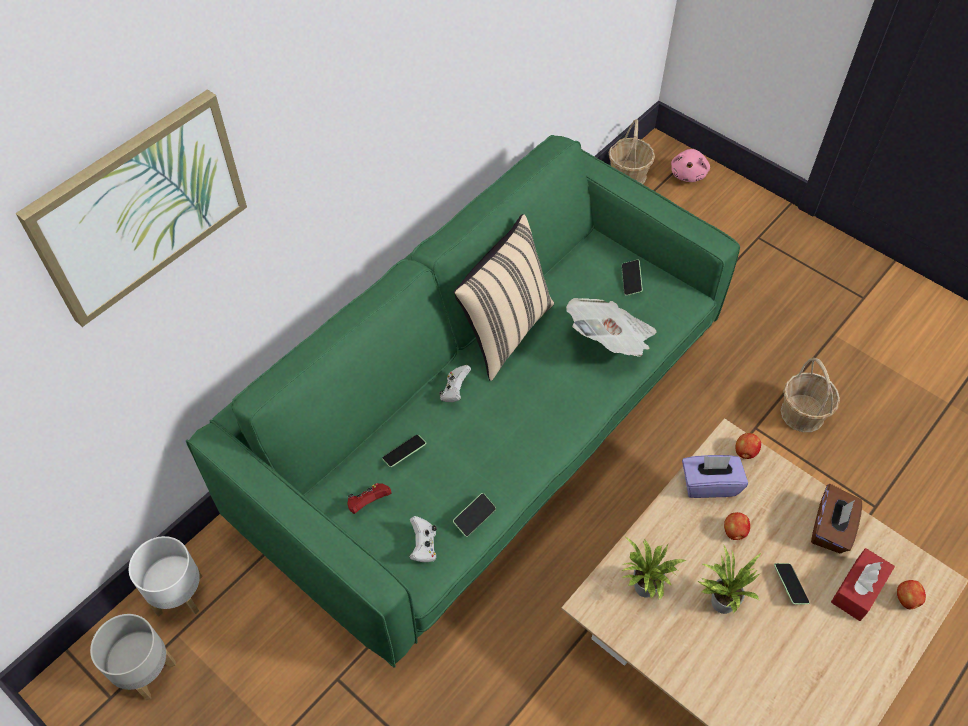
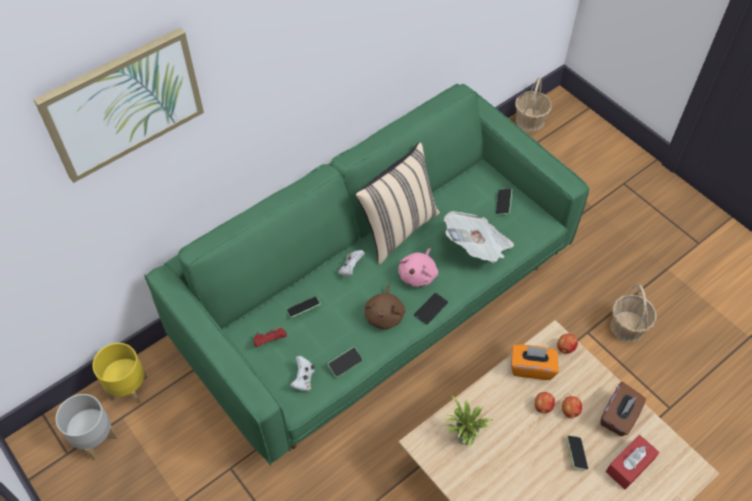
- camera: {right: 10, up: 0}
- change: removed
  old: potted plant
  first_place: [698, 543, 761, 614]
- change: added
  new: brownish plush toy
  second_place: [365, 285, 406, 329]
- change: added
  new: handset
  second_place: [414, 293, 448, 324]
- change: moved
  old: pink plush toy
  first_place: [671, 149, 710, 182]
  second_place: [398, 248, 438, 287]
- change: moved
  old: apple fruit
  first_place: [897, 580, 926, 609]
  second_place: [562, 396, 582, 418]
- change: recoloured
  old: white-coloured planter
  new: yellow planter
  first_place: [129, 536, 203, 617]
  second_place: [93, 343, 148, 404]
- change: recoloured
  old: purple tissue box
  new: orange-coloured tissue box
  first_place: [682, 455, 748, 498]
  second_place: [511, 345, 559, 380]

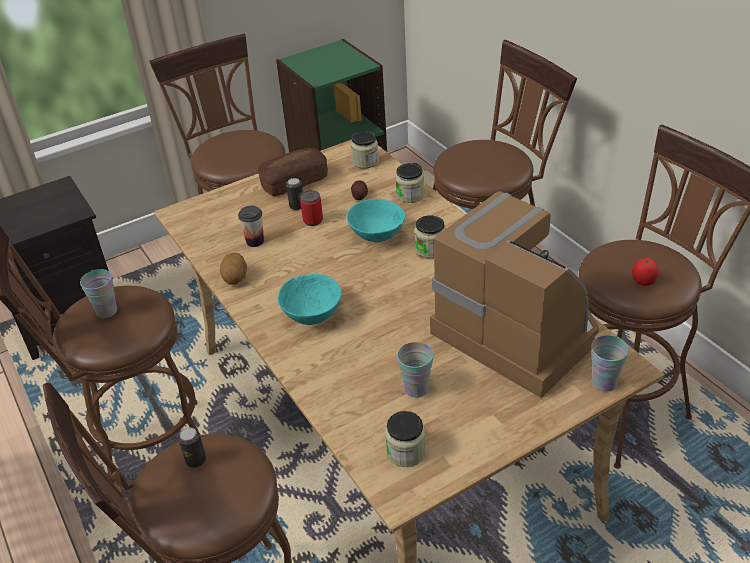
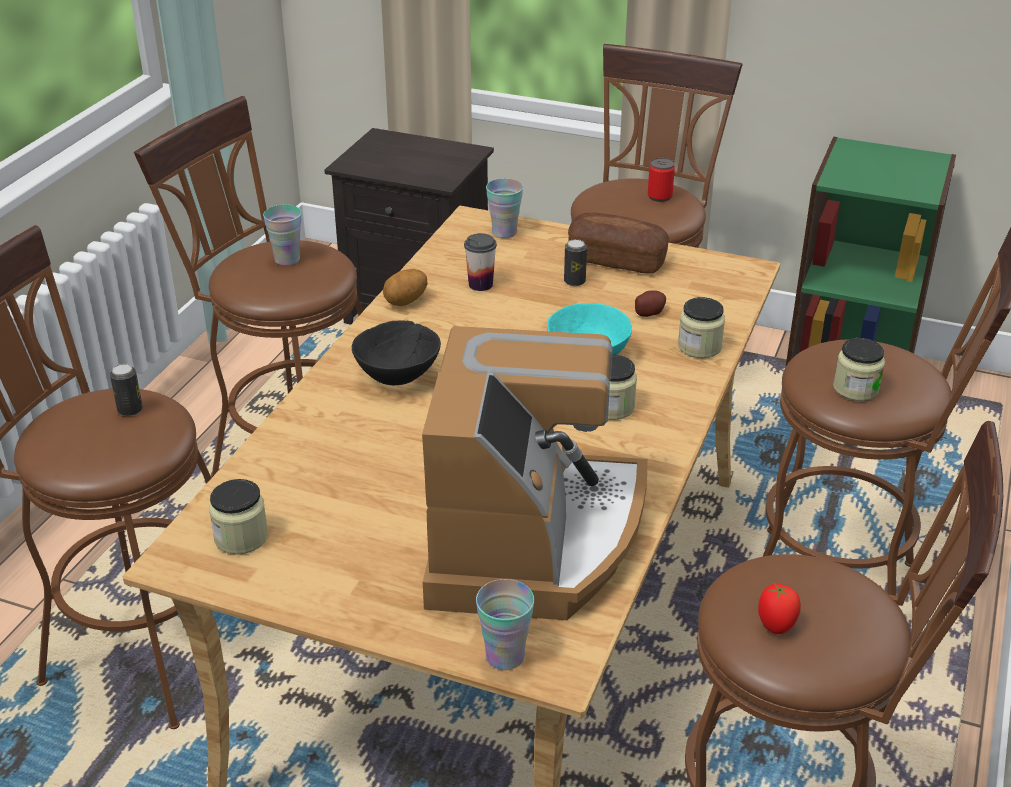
- camera: {right: 50, up: -5}
- change: moved
  old: can
  first_place: [300, 190, 323, 226]
  second_place: [648, 158, 675, 202]
- change: moved
  old: jar
  first_place: [351, 131, 379, 168]
  second_place: [833, 338, 885, 401]
- change: moved
  old: cup
  first_place: [397, 342, 433, 398]
  second_place: [486, 178, 523, 238]
- change: recoloured
  old: blue-green bowl
  new: blackish bowl
  first_place: [278, 274, 342, 325]
  second_place: [352, 321, 441, 385]

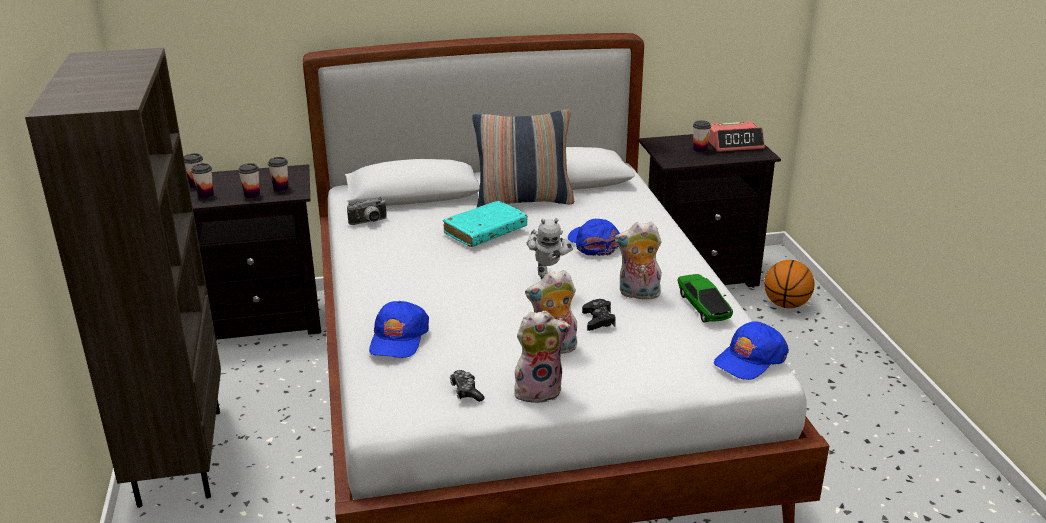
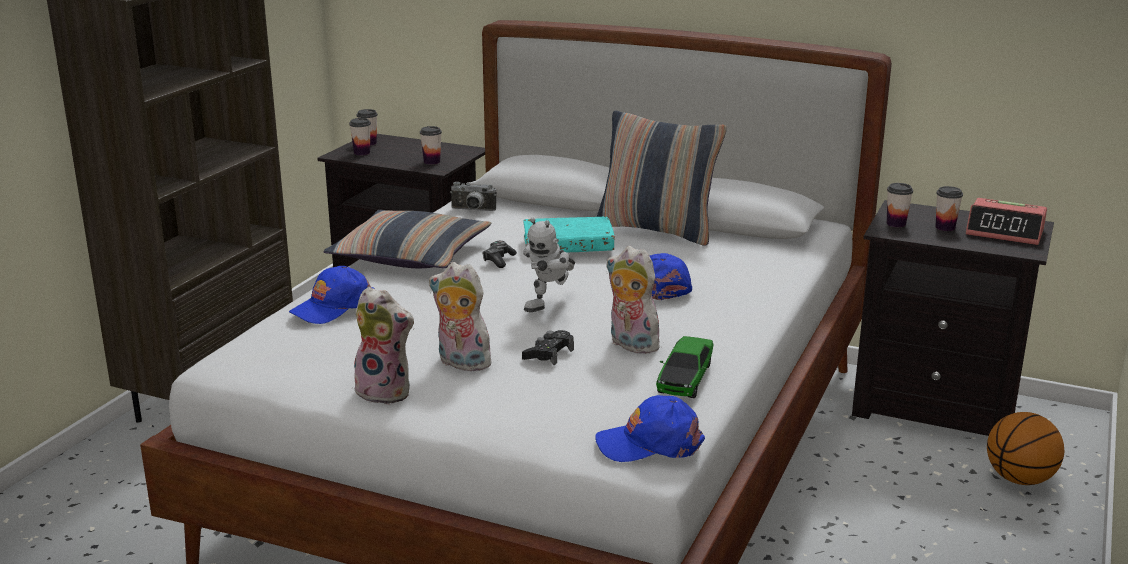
- camera: {right: 35, up: -5}
- change: added
  new: throw pillow
  second_place: [324, 210, 491, 268]
- change: moved
  old: cup
  first_place: [238, 163, 260, 199]
  second_place: [887, 183, 913, 227]
- change: moved
  old: joypad
  first_place: [450, 370, 485, 402]
  second_place: [482, 241, 517, 268]

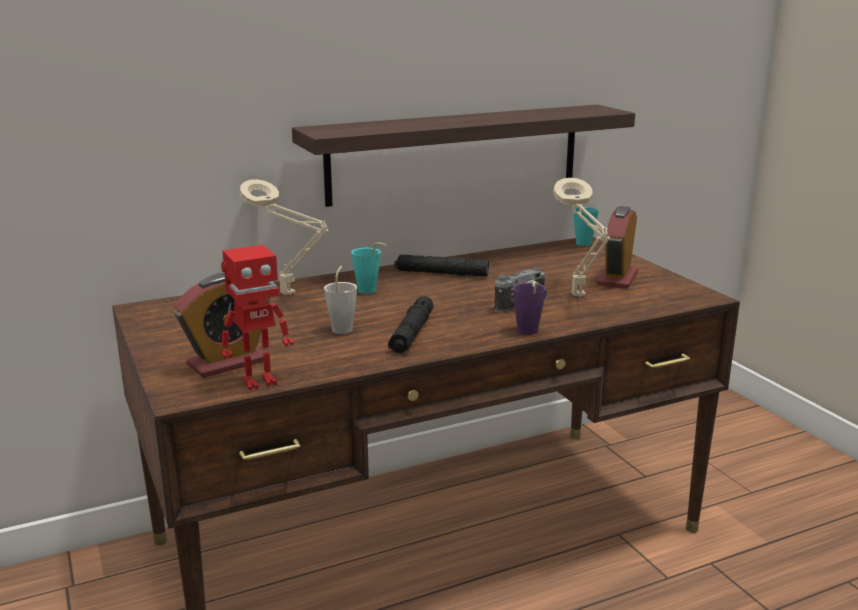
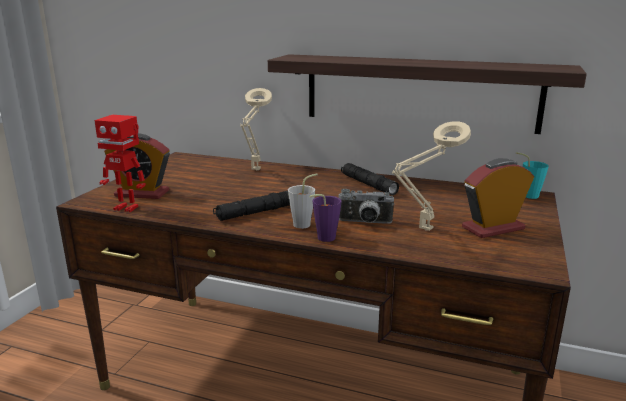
- camera: {right: 45, up: 0}
- change: removed
  old: blue-green cup
  first_place: [351, 242, 387, 294]
- change: moved
  old: gray cup
  first_place: [324, 266, 357, 334]
  second_place: [288, 173, 318, 229]

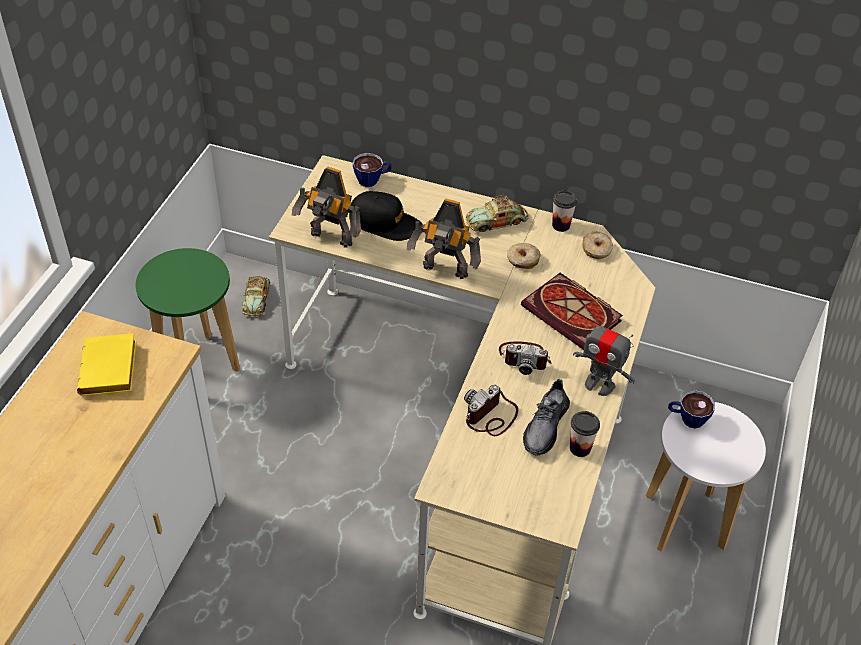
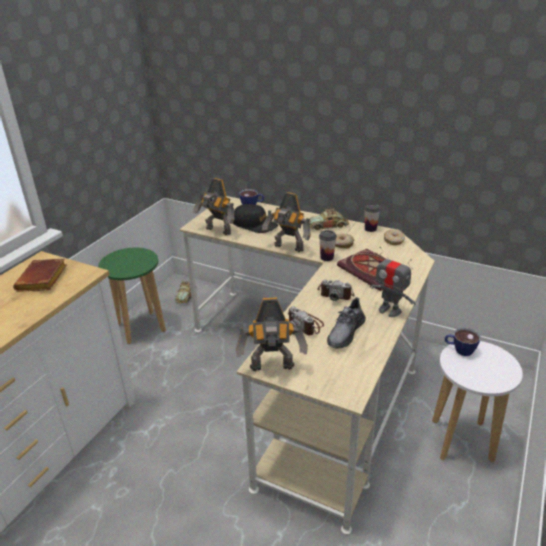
- camera: {right: 10, up: -15}
- change: added
  new: toy robot
  second_place: [236, 298, 308, 371]
- change: moved
  old: cup
  first_place: [570, 411, 600, 457]
  second_place: [319, 230, 337, 261]
- change: recoloured
  old: yellow book
  new: brownish book
  first_place: [77, 333, 136, 396]
  second_place: [13, 258, 67, 292]
- change: turned
  old: still camera
  first_place: [464, 385, 518, 436]
  second_place: [288, 306, 324, 335]
  degrees: -90

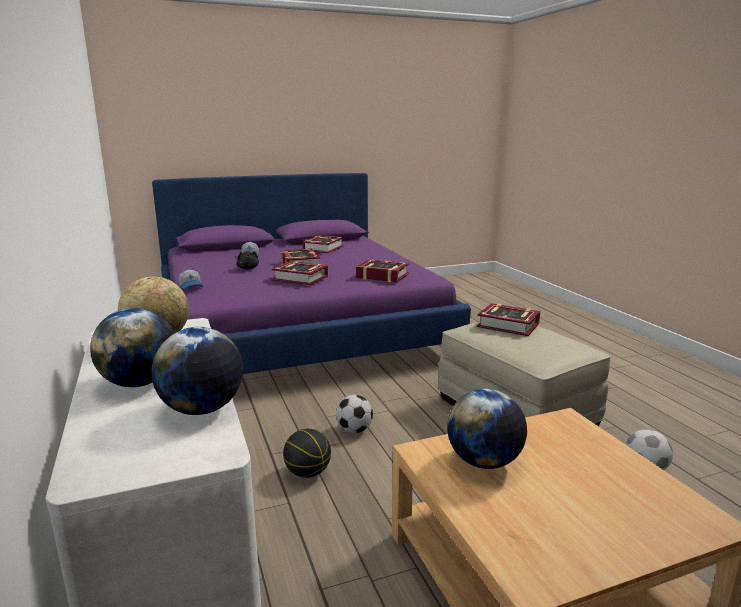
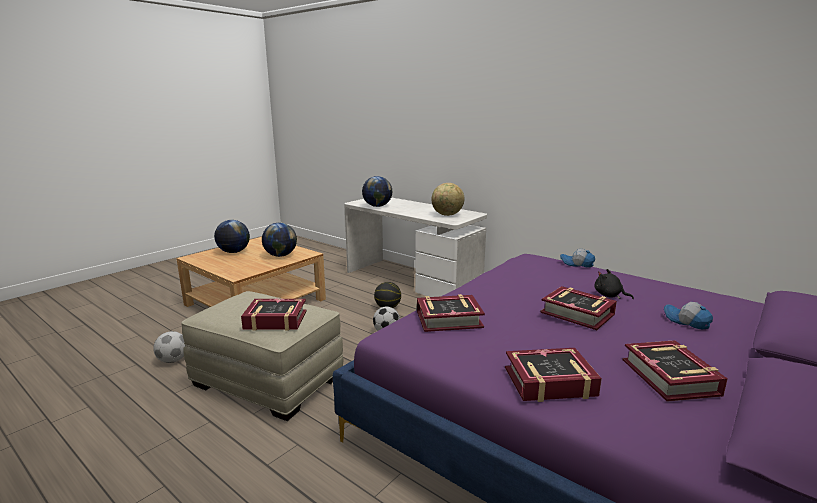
- camera: {right: 150, up: 0}
- change: moved
  old: globe
  first_place: [90, 308, 174, 387]
  second_place: [214, 220, 250, 253]
- change: moved
  old: book
  first_place: [271, 261, 328, 285]
  second_place: [505, 348, 602, 402]

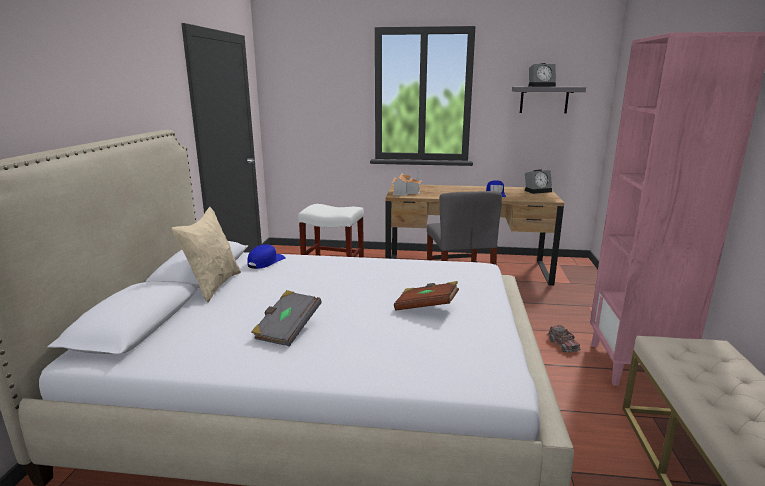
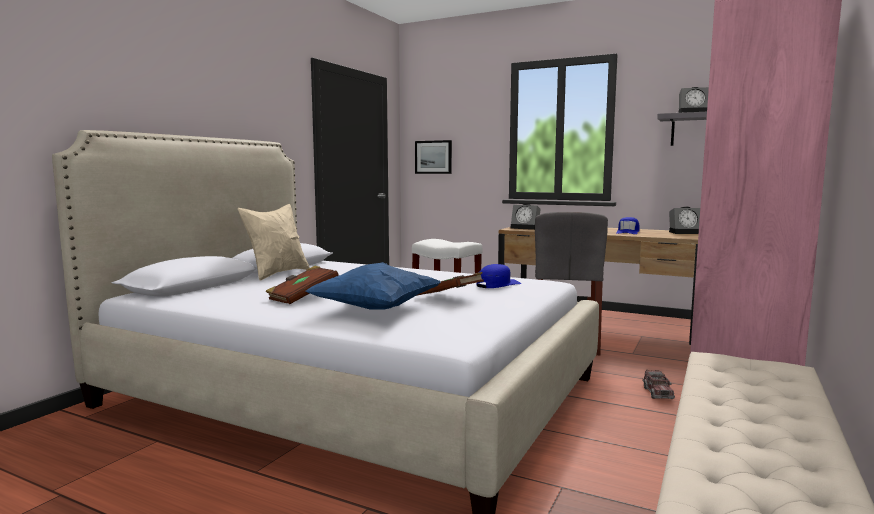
- camera: {right: 20, up: -10}
- change: added
  new: blue throw pillow
  second_place: [306, 262, 441, 310]
- change: added
  new: picture
  second_place: [415, 140, 452, 174]
- change: moved
  old: blue peaked cap
  first_place: [248, 244, 286, 269]
  second_place: [477, 264, 521, 288]
- change: replaced
  old: toy house
  new: bedside clock
  first_place: [392, 170, 422, 196]
  second_place: [510, 204, 541, 230]
- change: recoloured
  old: gray book
  new: brownish book
  first_place: [251, 290, 322, 347]
  second_place: [265, 266, 339, 304]

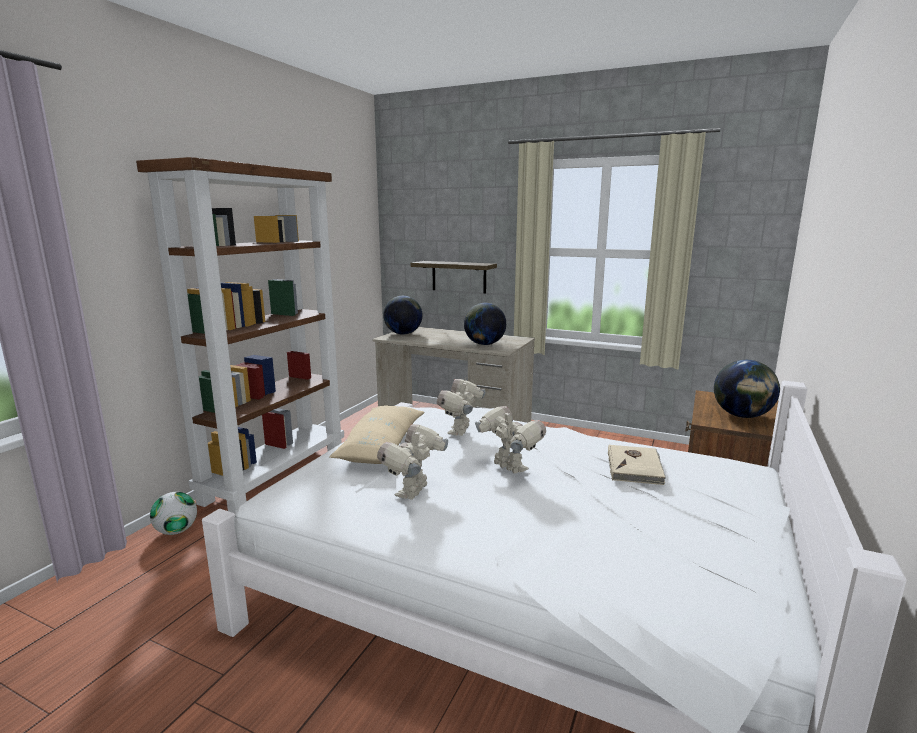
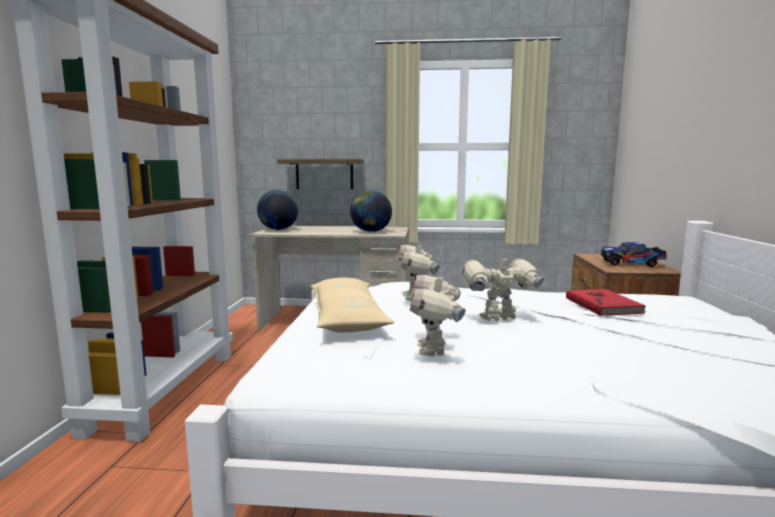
- camera: {right: -20, up: -5}
- change: removed
  old: football
  first_place: [150, 492, 197, 535]
- change: replaced
  old: globe
  new: model truck
  first_place: [714, 360, 780, 418]
  second_place: [601, 242, 667, 267]
- change: recoloured
  old: beige book
  new: red-coloured book
  first_place: [608, 445, 666, 485]
  second_place: [566, 289, 646, 316]
- change: turned
  old: toy robot
  first_place: [475, 406, 546, 474]
  second_place: [463, 253, 544, 321]
  degrees: -45

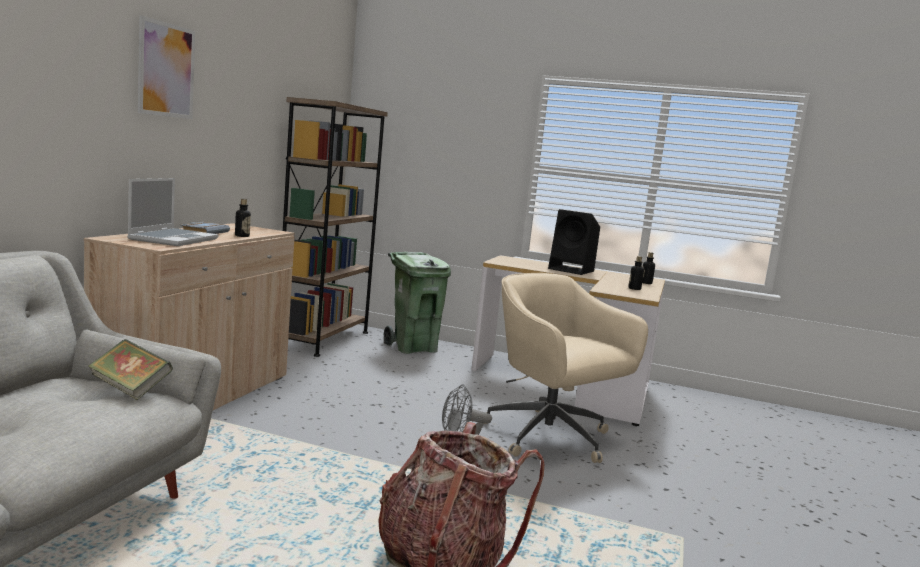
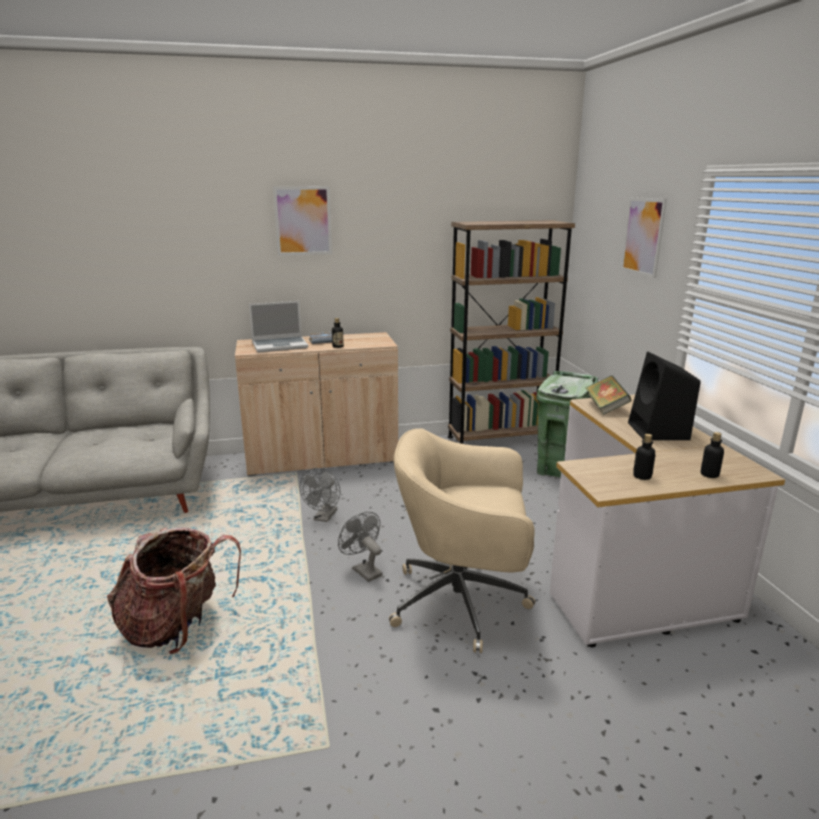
- camera: {right: 60, up: 10}
- change: added
  new: gray electric fan
  second_place: [299, 468, 340, 522]
- change: added
  new: picture
  second_place: [621, 197, 667, 278]
- change: moved
  old: book
  first_place: [88, 339, 173, 400]
  second_place: [586, 375, 632, 415]
- change: turned
  old: beige desk chair
  first_place: [484, 273, 648, 463]
  second_place: [389, 428, 535, 653]
  degrees: -105

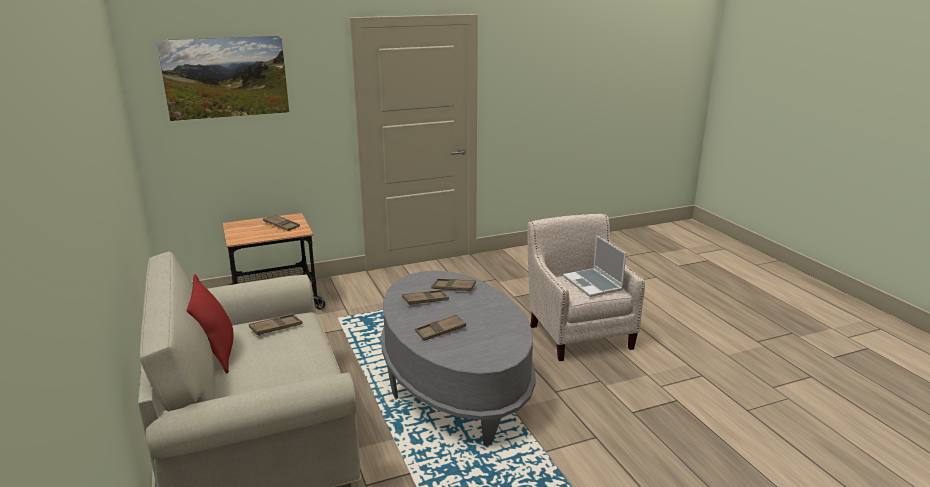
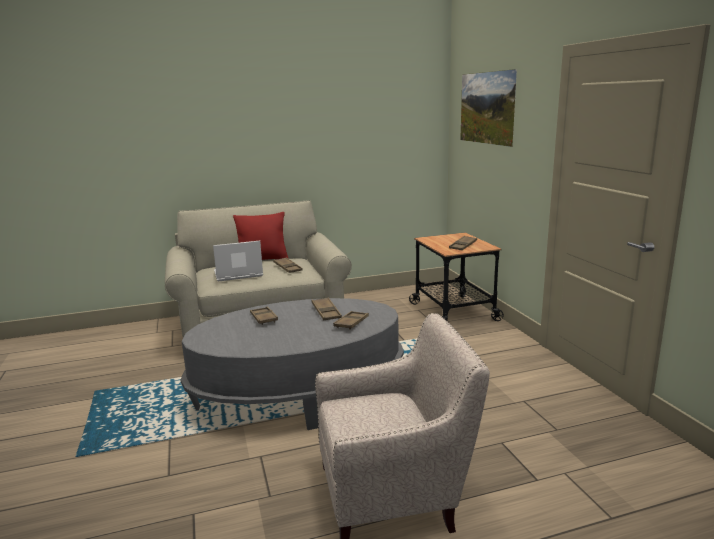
- camera: {right: 95, up: -5}
- change: moved
  old: portable computer
  first_place: [563, 235, 626, 297]
  second_place: [213, 240, 263, 281]

